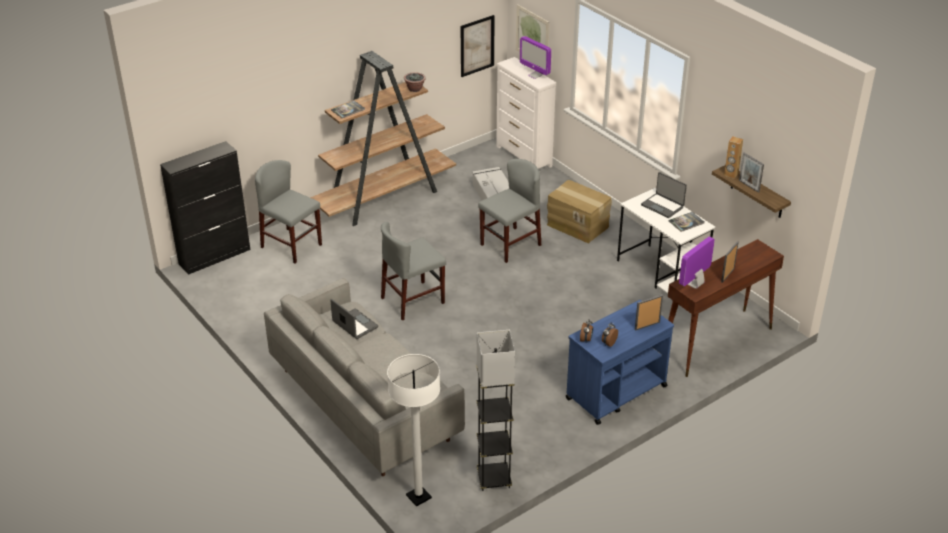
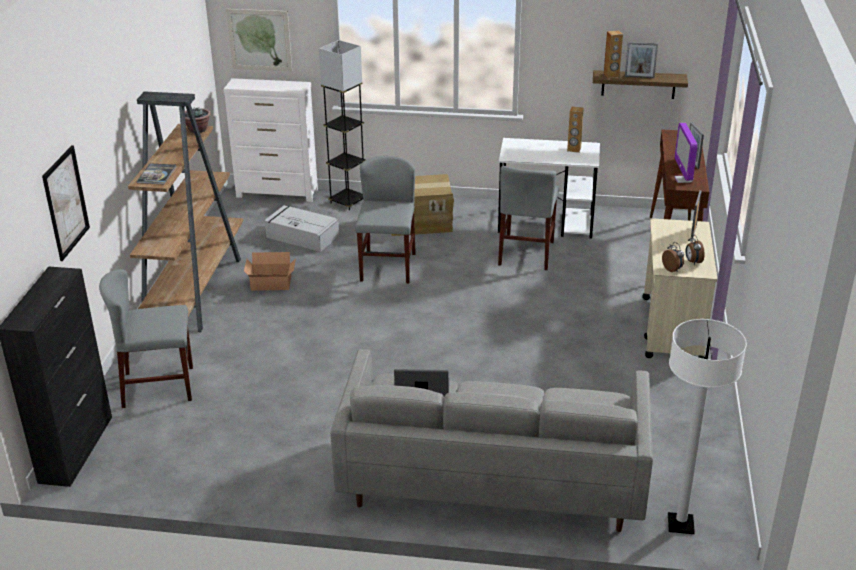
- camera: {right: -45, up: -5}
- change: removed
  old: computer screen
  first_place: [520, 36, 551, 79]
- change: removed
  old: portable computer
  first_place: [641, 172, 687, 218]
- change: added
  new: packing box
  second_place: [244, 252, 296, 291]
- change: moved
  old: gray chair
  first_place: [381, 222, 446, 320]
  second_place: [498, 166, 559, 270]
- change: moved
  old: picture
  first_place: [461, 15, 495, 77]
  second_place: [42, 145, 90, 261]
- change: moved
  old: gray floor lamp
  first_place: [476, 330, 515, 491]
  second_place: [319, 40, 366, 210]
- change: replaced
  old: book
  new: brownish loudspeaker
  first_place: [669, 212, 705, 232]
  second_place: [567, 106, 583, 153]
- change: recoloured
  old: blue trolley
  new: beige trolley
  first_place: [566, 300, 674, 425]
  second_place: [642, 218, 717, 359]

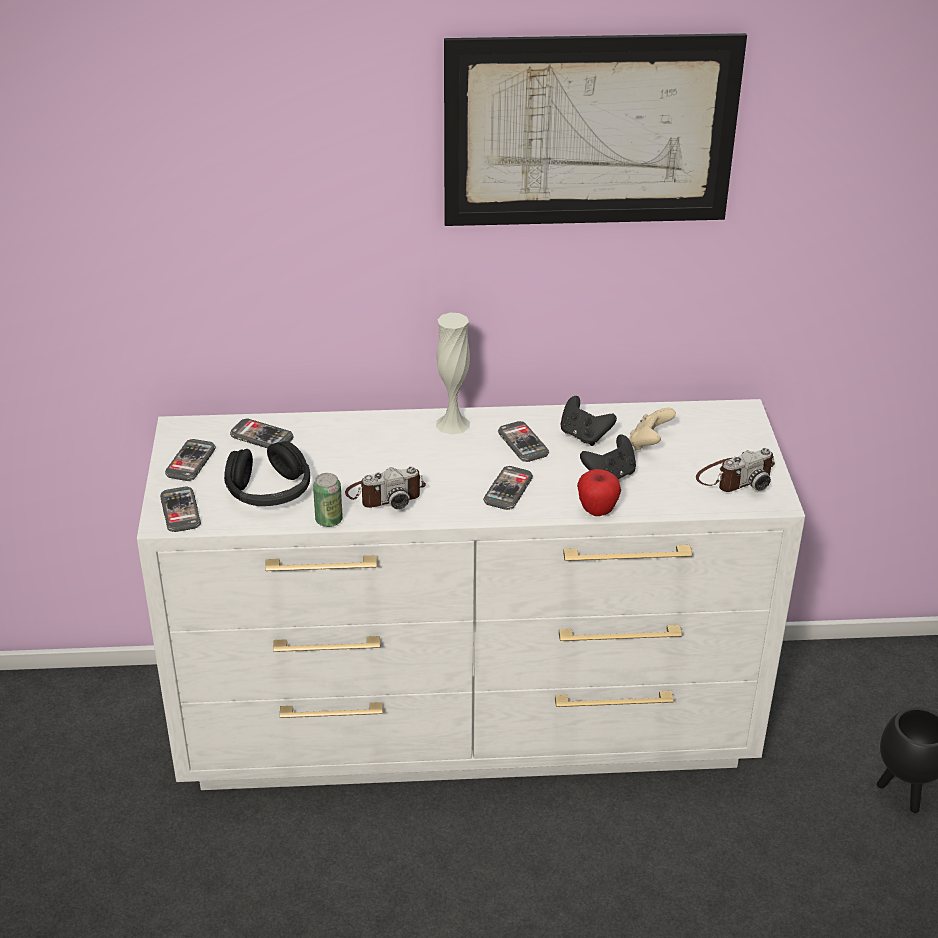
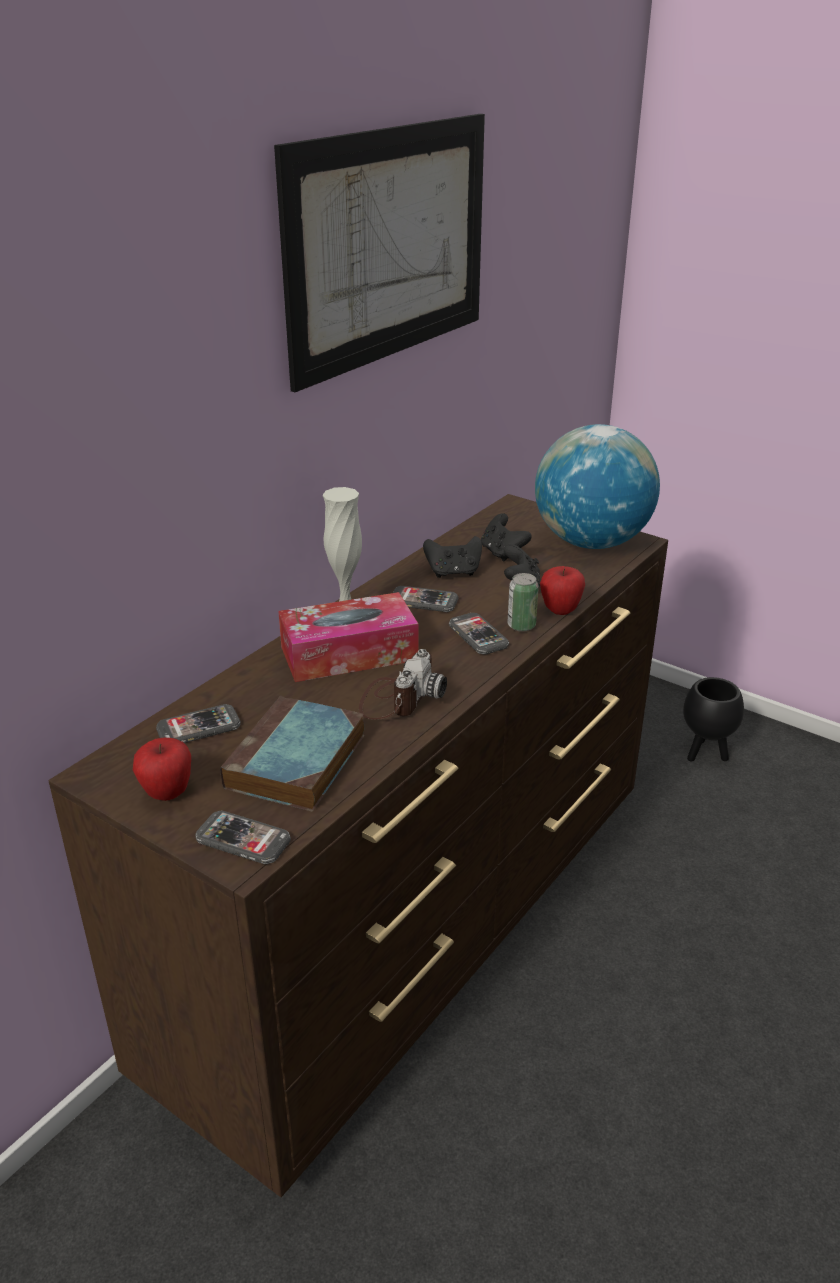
- camera: {right: -50, up: -5}
- change: added
  new: tissue box
  second_place: [278, 592, 418, 682]
- change: moved
  old: can
  first_place: [313, 473, 343, 527]
  second_place: [508, 573, 539, 632]
- change: replaced
  old: handset
  new: apple fruit
  first_place: [165, 439, 216, 481]
  second_place: [133, 738, 191, 801]
- change: replaced
  old: blackish headset
  new: book
  first_place: [224, 441, 310, 506]
  second_place: [220, 696, 365, 812]
- change: replaced
  old: still camera
  new: globe
  first_place: [696, 448, 775, 492]
  second_place: [535, 424, 660, 549]
- change: recoloured
  old: white-coloured drawer chest
  new: brownish drawer chest
  first_place: [137, 399, 805, 790]
  second_place: [49, 494, 668, 1197]
- change: recoloured
  old: beige joypad
  new: blackish joypad
  first_place: [629, 408, 676, 450]
  second_place: [481, 513, 532, 561]

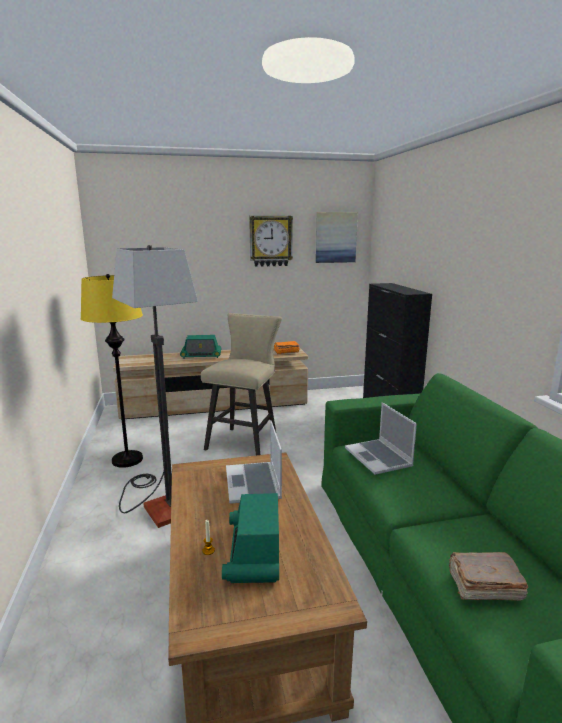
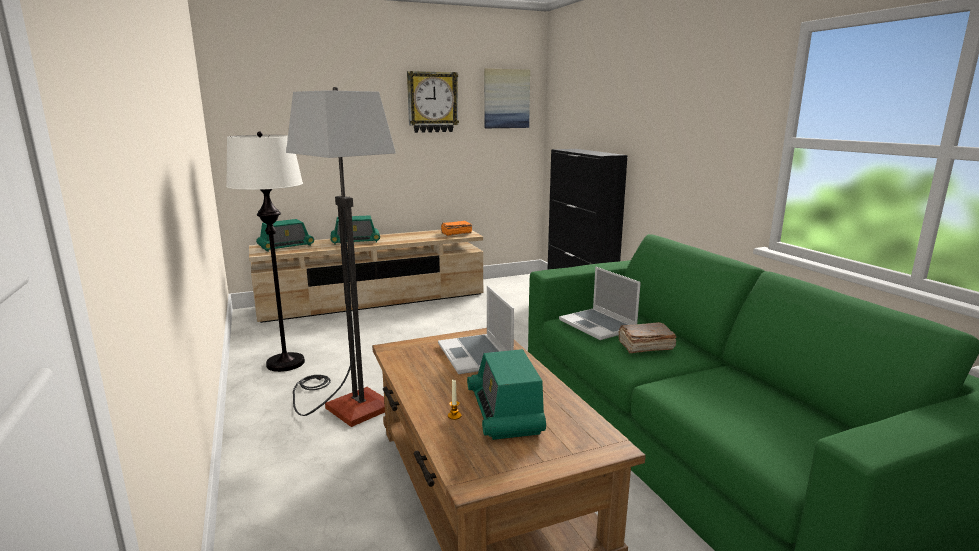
- camera: {right: -10, up: 0}
- change: removed
  old: beige stool
  first_place: [201, 313, 282, 455]
- change: added
  new: radio
  second_place: [256, 219, 314, 252]
- change: moved
  old: brownish book
  first_place: [449, 552, 528, 601]
  second_place: [618, 322, 677, 353]
- change: recoloured
  old: yellow floor lamp
  new: white-coloured floor lamp
  first_place: [80, 274, 143, 468]
  second_place: [226, 131, 305, 372]

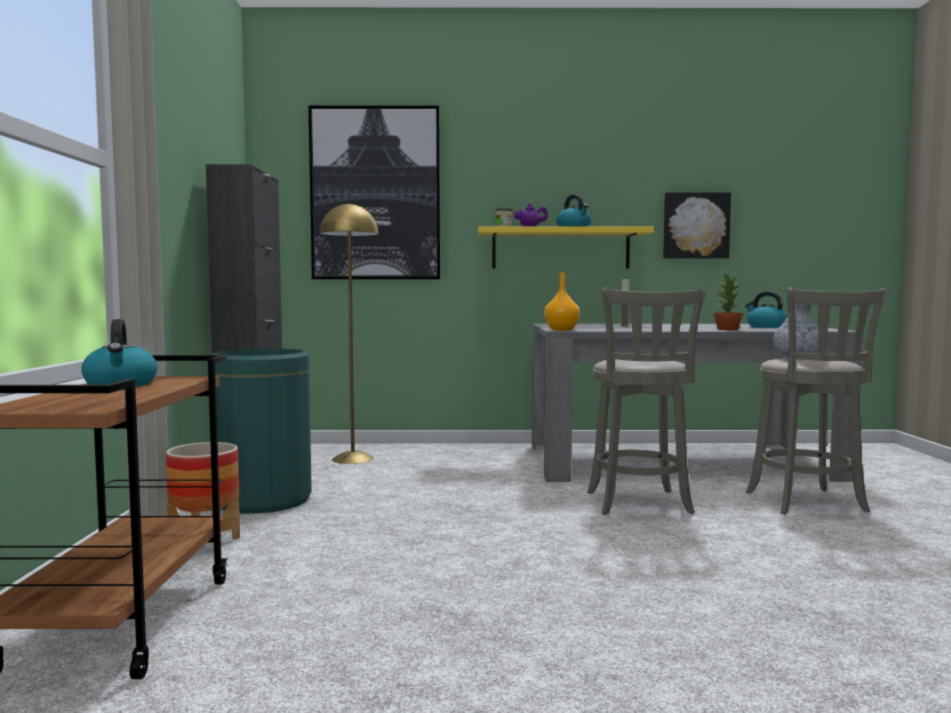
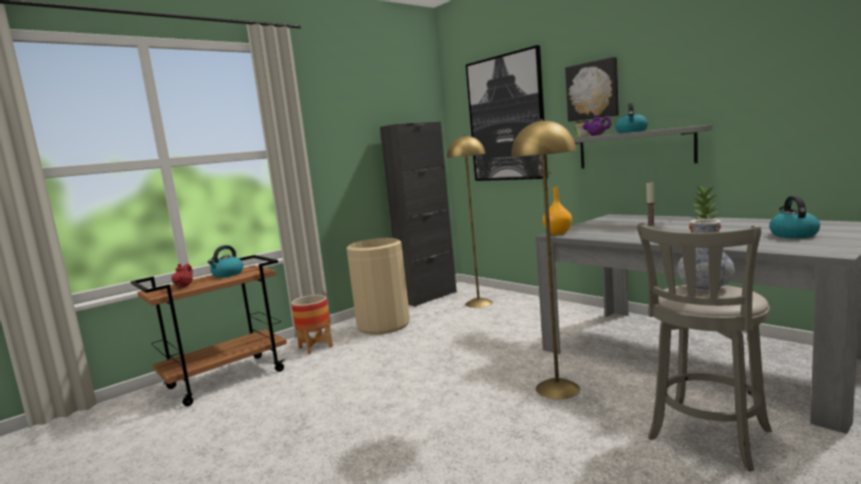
- camera: {right: 50, up: 5}
- change: added
  new: red-coloured pot for tea
  second_place: [171, 264, 193, 288]
- change: moved
  old: picture
  first_place: [663, 192, 731, 258]
  second_place: [565, 57, 619, 122]
- change: replaced
  old: gray stool
  new: yellow floor lamp
  first_place: [587, 288, 706, 515]
  second_place: [511, 119, 580, 399]
- change: recoloured
  old: greenish rubbish bin
  new: beige rubbish bin
  first_place: [212, 349, 312, 514]
  second_place: [346, 238, 410, 334]
- change: recoloured
  old: yellow bracket shelf
  new: gray bracket shelf
  first_place: [478, 227, 654, 269]
  second_place: [574, 125, 712, 168]

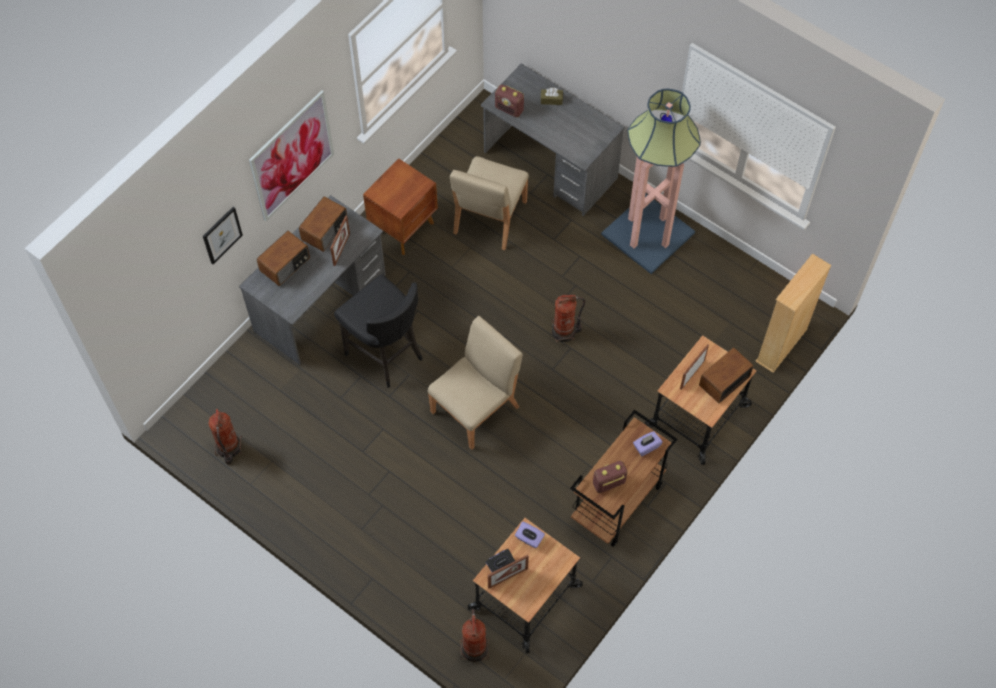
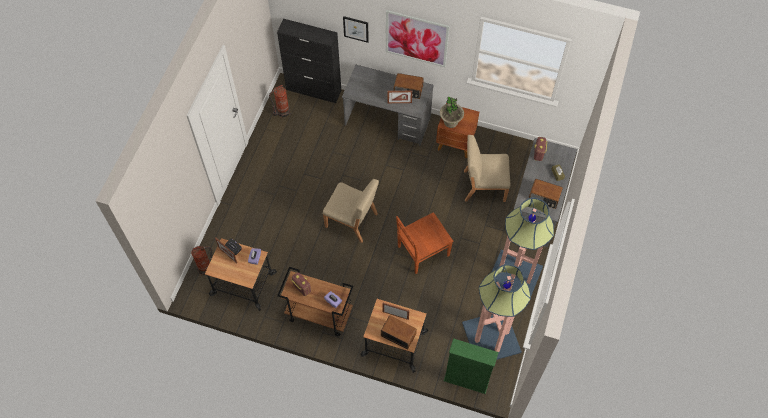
- camera: {right: 70, up: 0}
- change: removed
  old: blackish stool
  first_place: [334, 274, 423, 388]
- change: added
  new: blackish cabinet
  second_place: [277, 19, 341, 103]
- change: added
  new: potted plant
  second_place: [440, 96, 464, 128]
- change: added
  new: floor lamp
  second_place: [462, 264, 531, 360]
- change: moved
  old: radio
  first_place: [257, 231, 310, 286]
  second_place: [529, 179, 563, 209]
- change: replaced
  old: extinguisher
  new: brownish chair
  first_place: [552, 295, 585, 343]
  second_place: [396, 212, 453, 274]
- change: recoloured
  old: beige shelving unit
  new: greenish shelving unit
  first_place: [755, 254, 831, 373]
  second_place: [444, 338, 498, 394]

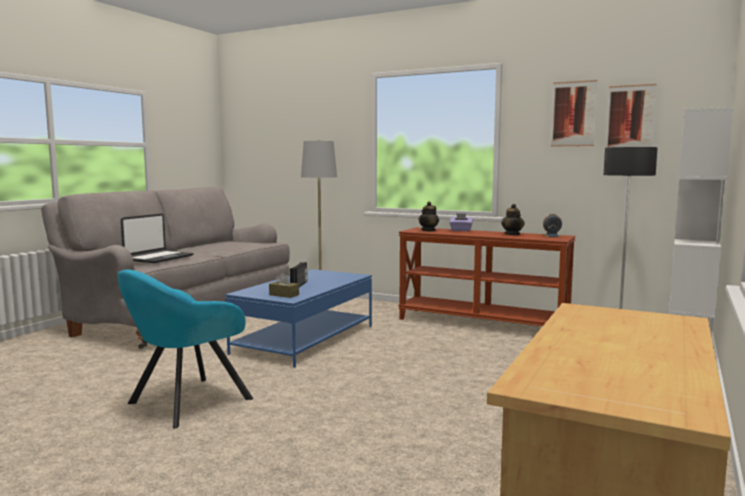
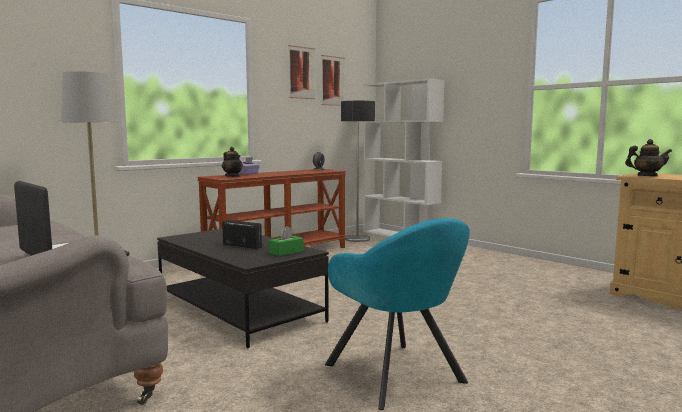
- camera: {right: -70, up: 0}
- change: moved
  old: pot for tea
  first_place: [501, 204, 525, 235]
  second_place: [625, 139, 672, 176]
- change: recoloured
  old: blue lounge table
  new: blackish lounge table
  first_place: [225, 269, 372, 368]
  second_place: [157, 229, 329, 348]
- change: recoloured
  old: brownish tissue box
  new: greenish tissue box
  first_place: [269, 273, 299, 298]
  second_place: [269, 226, 304, 256]

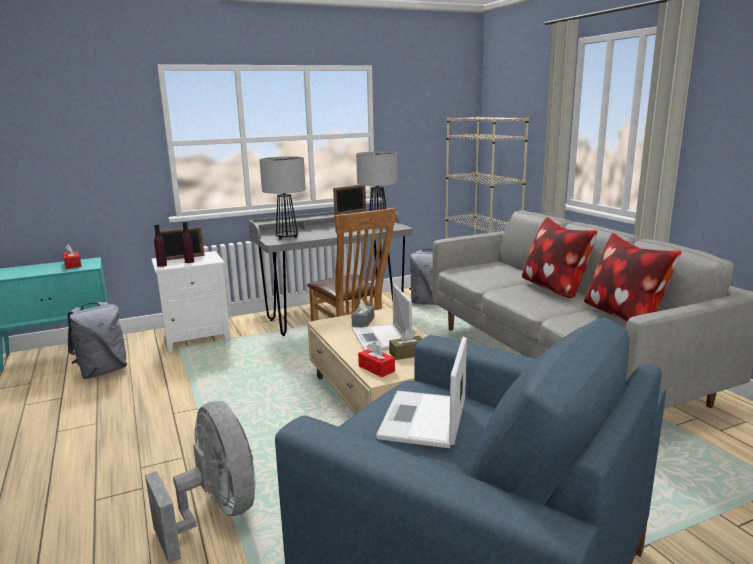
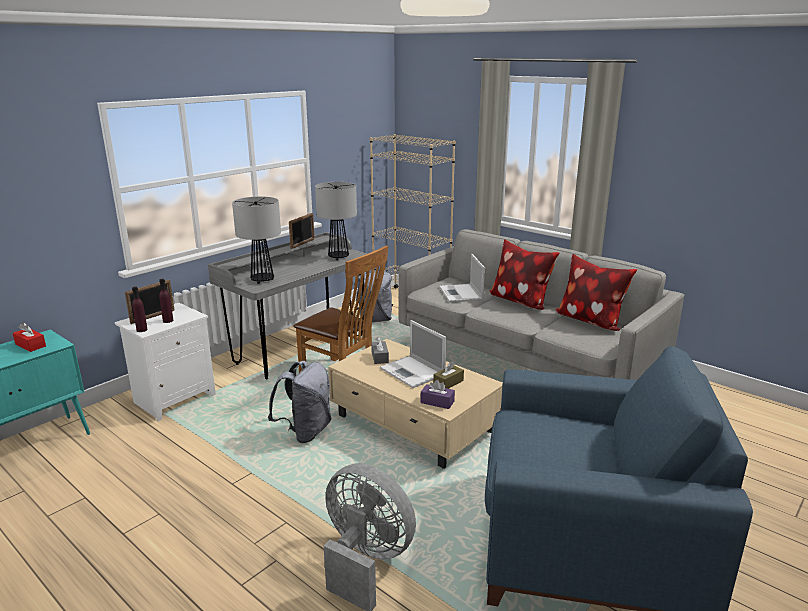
- camera: {right: -25, up: 5}
- change: moved
  old: gray backpack
  first_place: [68, 302, 127, 379]
  second_place: [268, 361, 331, 443]
- change: moved
  old: portable computer
  first_place: [376, 337, 467, 448]
  second_place: [439, 254, 485, 303]
- change: recoloured
  old: red-coloured tissue box
  new: purple tissue box
  first_place: [358, 342, 395, 377]
  second_place: [421, 380, 455, 409]

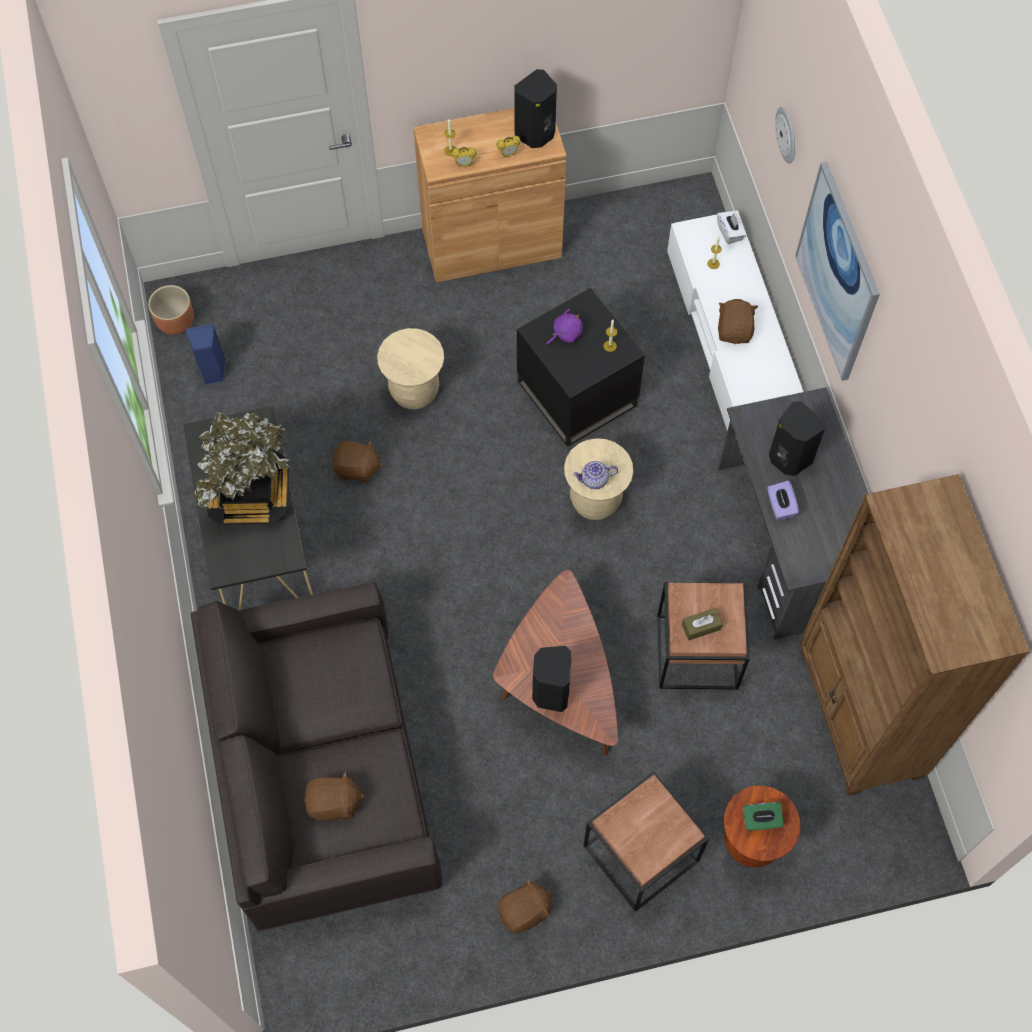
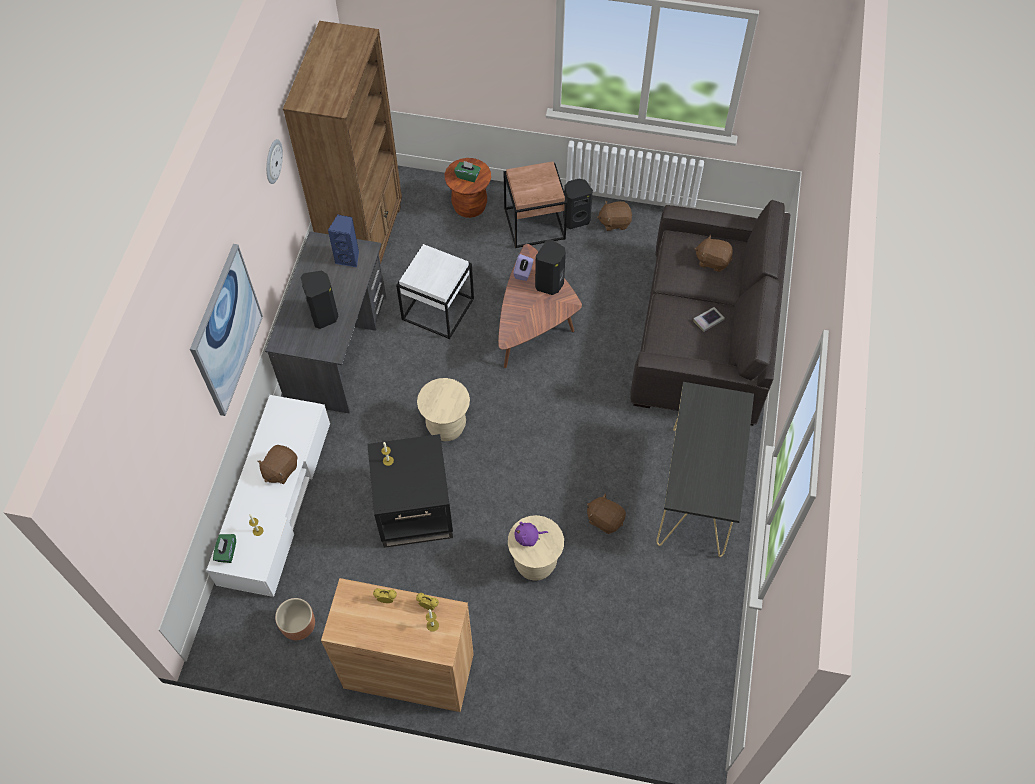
- camera: {right: -155, up: -5}
- change: removed
  old: potted plant
  first_place: [194, 412, 289, 525]
- change: removed
  old: pot for tea
  first_place: [573, 461, 618, 489]
- change: removed
  old: brownish tissue box
  first_place: [682, 608, 723, 640]
- change: added
  new: book
  second_place: [693, 307, 725, 332]
- change: moved
  old: brownish planter
  first_place: [148, 285, 194, 335]
  second_place: [275, 598, 315, 640]
- change: moved
  old: blue loudspeaker
  first_place: [185, 324, 225, 385]
  second_place: [328, 215, 359, 267]
- change: moved
  old: blackish loudspeaker
  first_place: [515, 69, 557, 148]
  second_place: [563, 179, 593, 229]
- change: moved
  old: purple plush toy
  first_place: [546, 309, 583, 345]
  second_place: [515, 522, 548, 547]
- change: moved
  old: purple tissue box
  first_place: [767, 481, 799, 521]
  second_place: [513, 254, 533, 281]
- change: moved
  old: hanging clock
  first_place: [775, 107, 795, 164]
  second_place: [266, 139, 283, 184]
- change: recoloured
  old: brownish side table
  new: white-coloured side table
  first_place: [657, 582, 750, 690]
  second_place: [396, 244, 474, 339]
- change: recoloured
  old: white-coloured tissue box
  new: greenish tissue box
  first_place: [717, 211, 746, 244]
  second_place: [213, 534, 236, 563]

